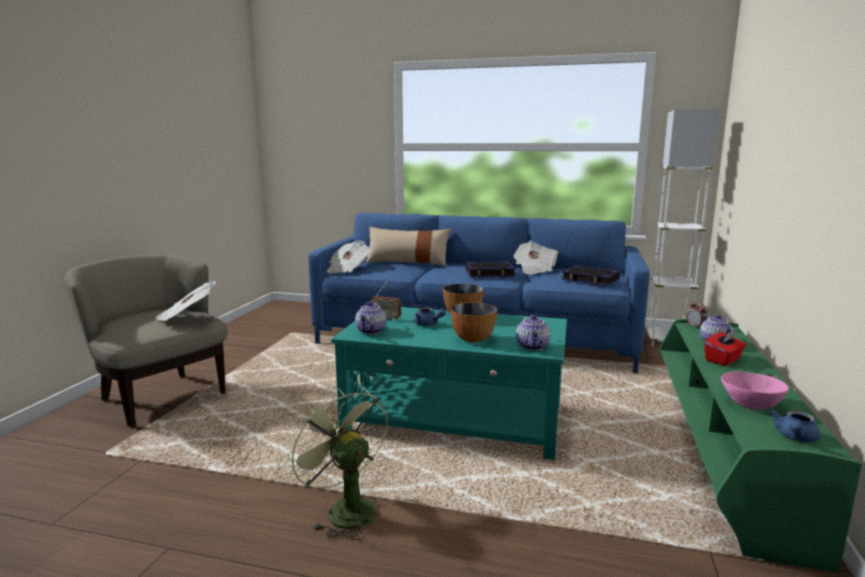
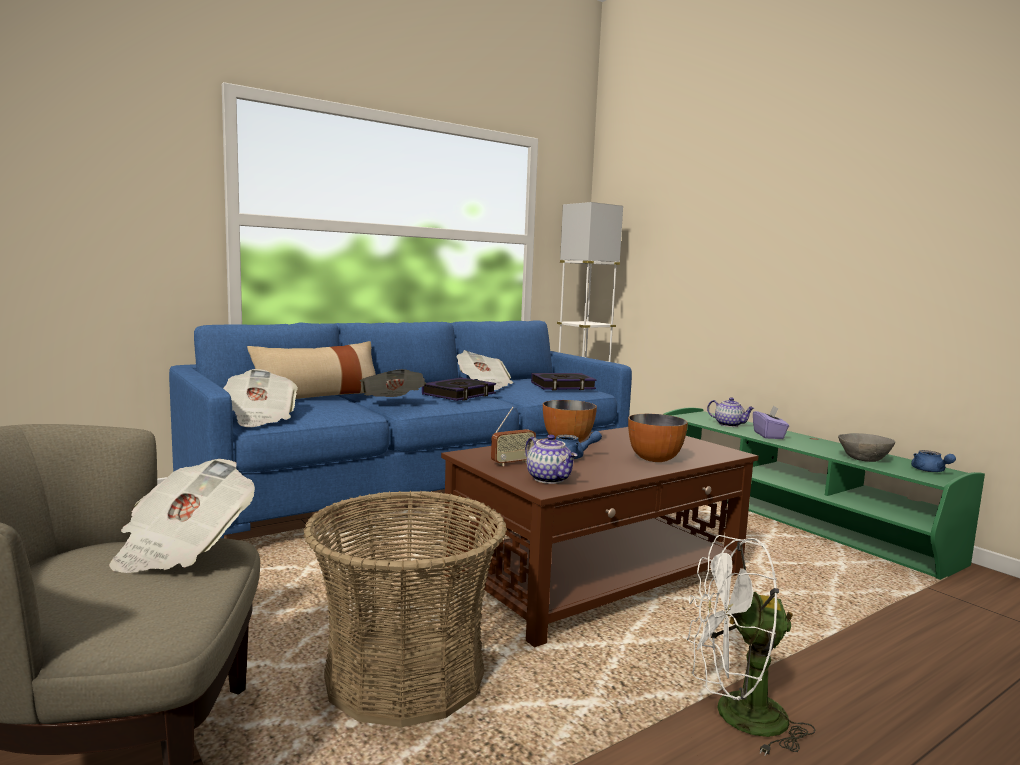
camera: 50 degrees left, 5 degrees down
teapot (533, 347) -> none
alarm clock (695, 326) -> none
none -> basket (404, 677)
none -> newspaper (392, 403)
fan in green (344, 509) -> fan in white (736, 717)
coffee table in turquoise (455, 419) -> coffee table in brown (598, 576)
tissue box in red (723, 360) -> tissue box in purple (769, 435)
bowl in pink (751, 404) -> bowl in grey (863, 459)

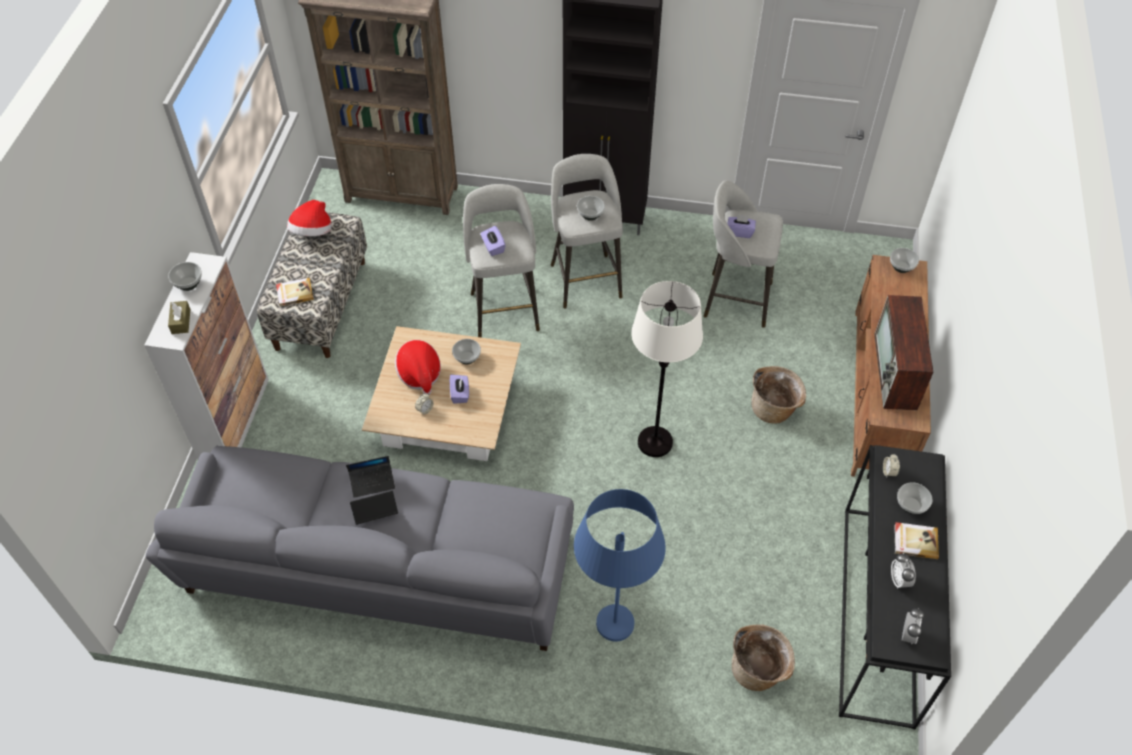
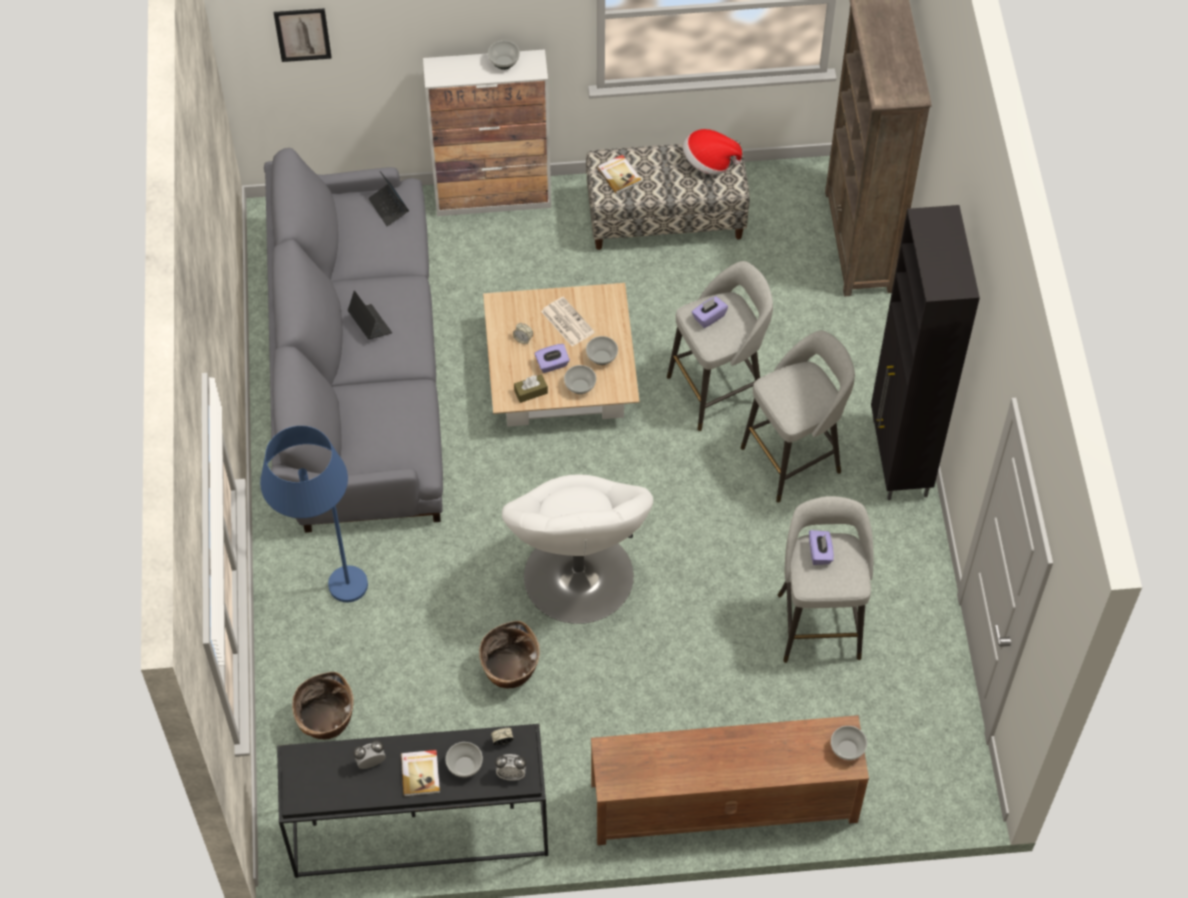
camera: 75 degrees right, 5 degrees up
television (896, 373) -> none
none -> picture (302, 34)
tissue box in brown (181, 321) -> tissue box in brown (531, 392), relocated
laptop (372, 482) -> laptop (389, 207), relocated
bowl (591, 215) -> bowl (580, 387), relocated
basket (774, 409) -> basket (510, 672), relocated
alarm clock (907, 634) -> alarm clock (511, 774), relocated
hat (419, 374) -> newspaper (566, 322)
floor lamp in white (655, 442) -> armchair in white (578, 578)

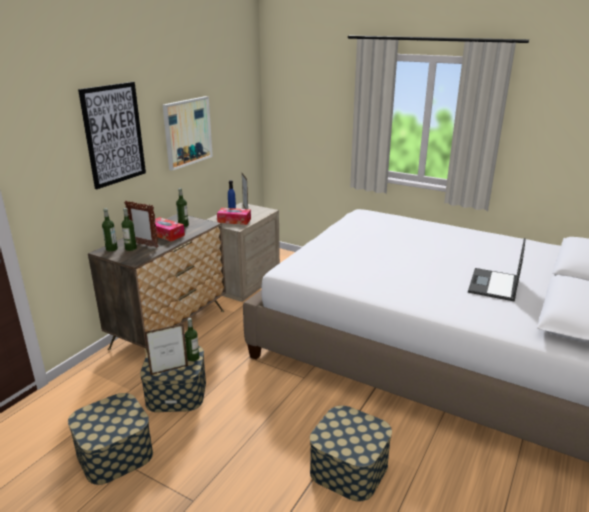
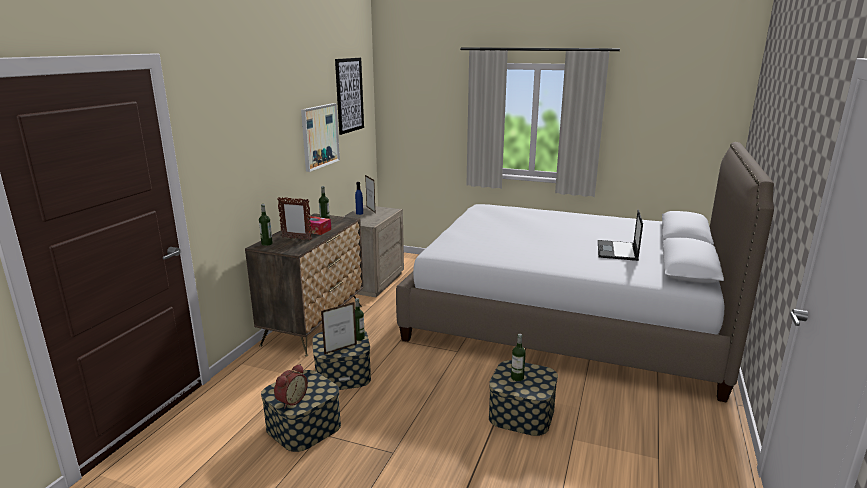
camera: 10 degrees left, 5 degrees down
tissue box (234, 220) -> none
none -> alarm clock (290, 400)
picture (114, 134) -> picture (349, 95), relocated
bottle (131, 248) -> bottle (517, 377), relocated

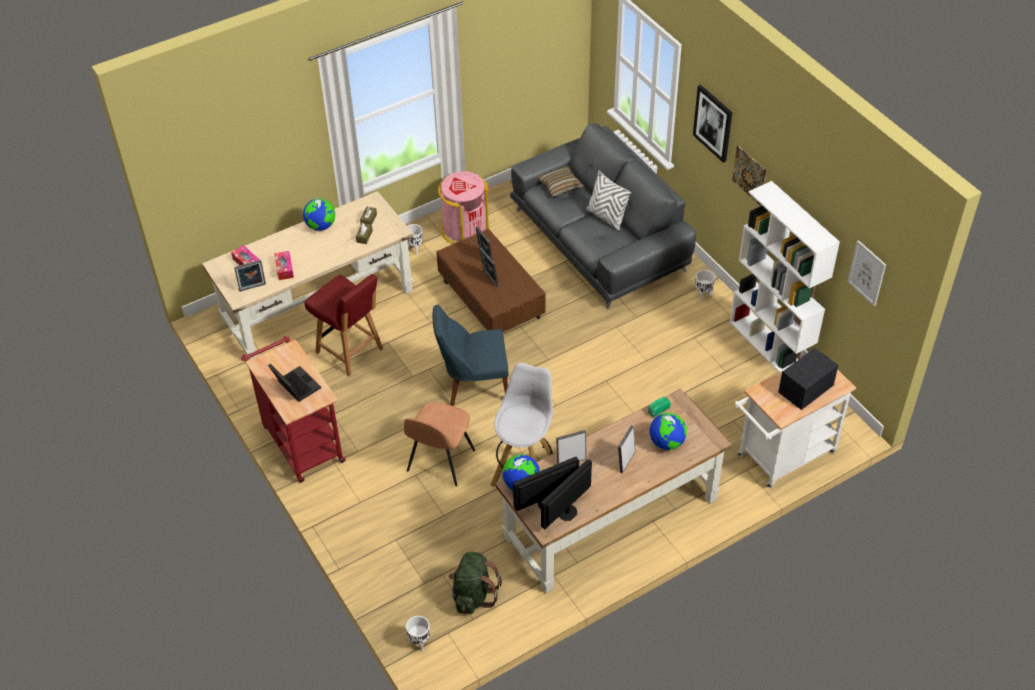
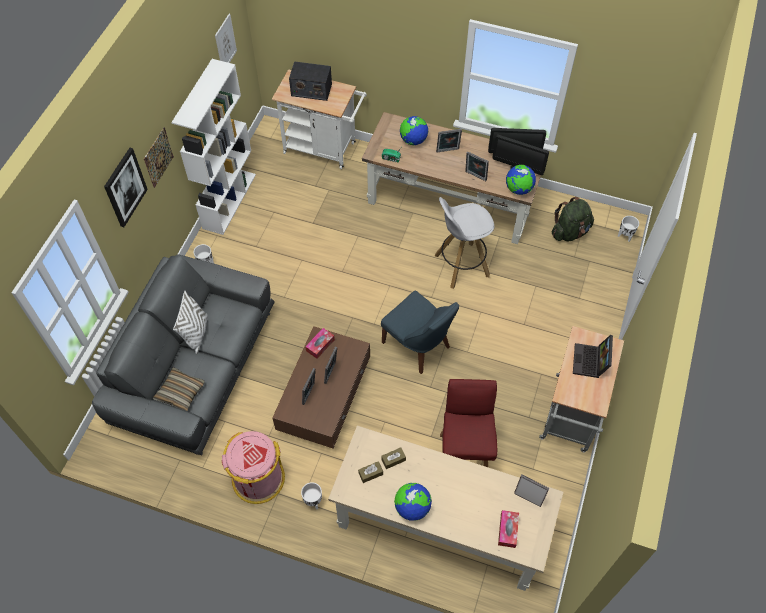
camera: 130 degrees left, 10 degrees up
chair in brown (440, 462) -> none
tissue box (284, 268) -> tissue box (320, 345), relocated
cart in red (300, 440) -> cart in grey (570, 418)

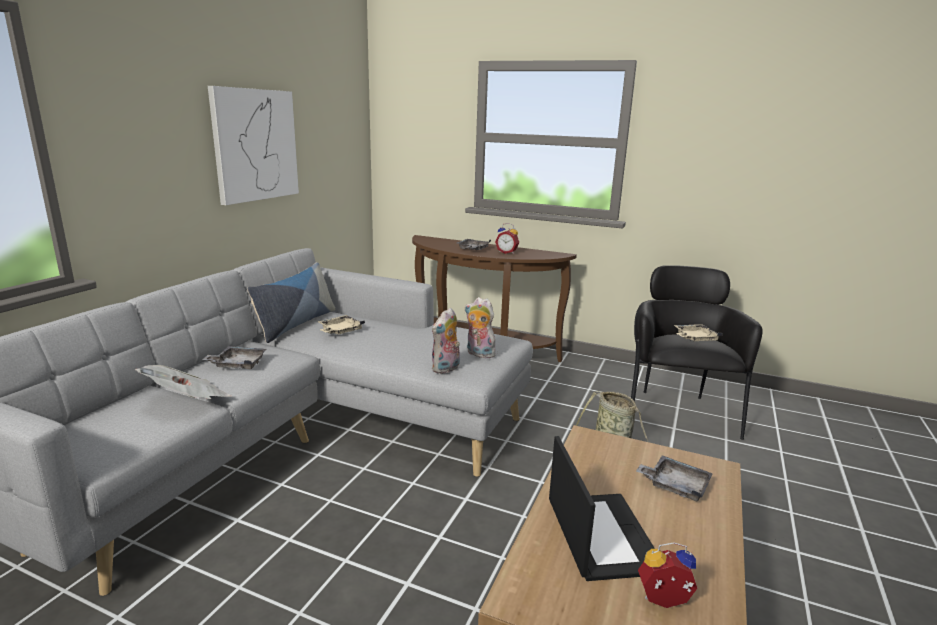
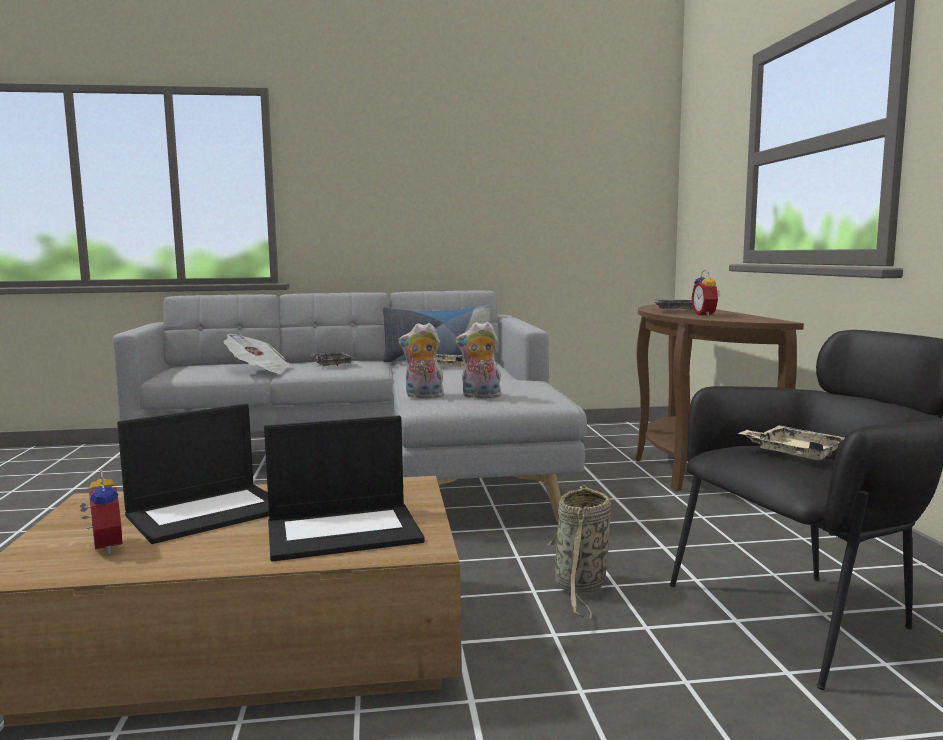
camera: 60 degrees right, 10 degrees down
picture (255, 145) -> none
tray in grey (675, 485) -> laptop (345, 531)
plush toy (478, 354) -> plush toy (480, 396), 90 degrees counterclockwise

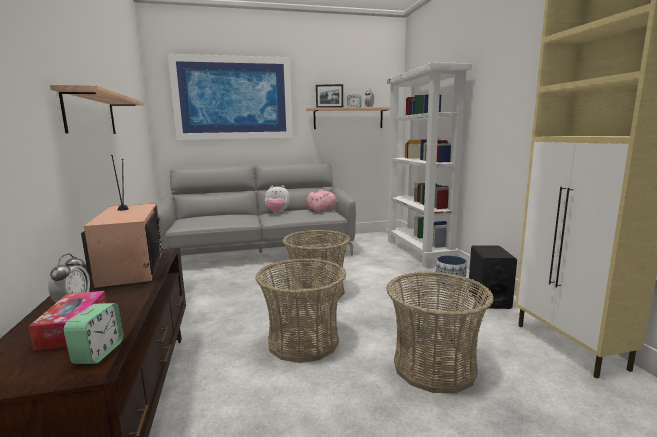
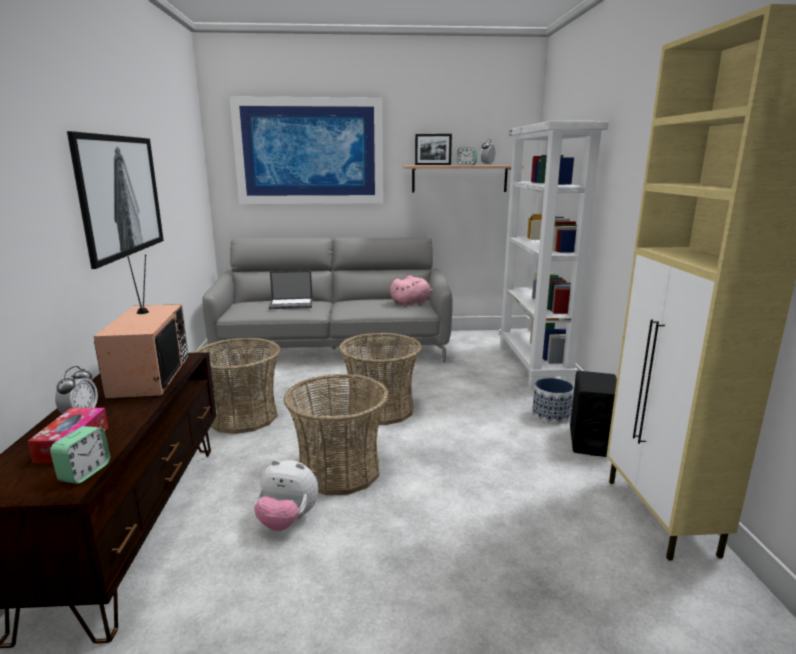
camera: 10 degrees right, 5 degrees up
none -> laptop (292, 304)
plush toy (277, 213) -> plush toy (287, 521), relocated
basket (434, 367) -> basket (243, 417), relocated
shelf (91, 114) -> picture (121, 196)

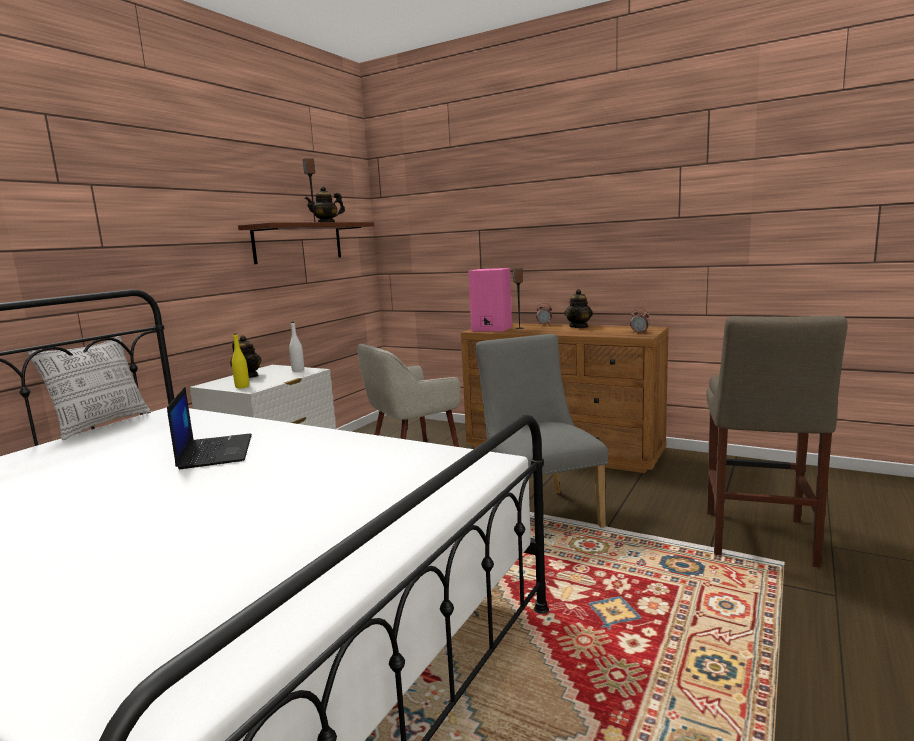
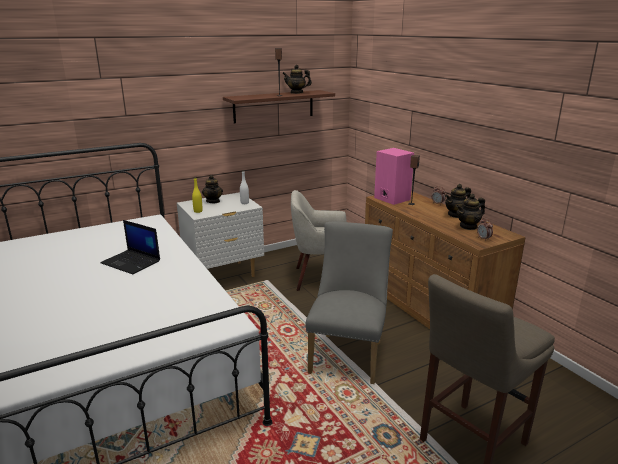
camera: 30 degrees right, 10 degrees up
pillow (102, 425) -> none
none -> teapot (468, 226)
laptop (215, 451) -> laptop (132, 262), 105 degrees clockwise

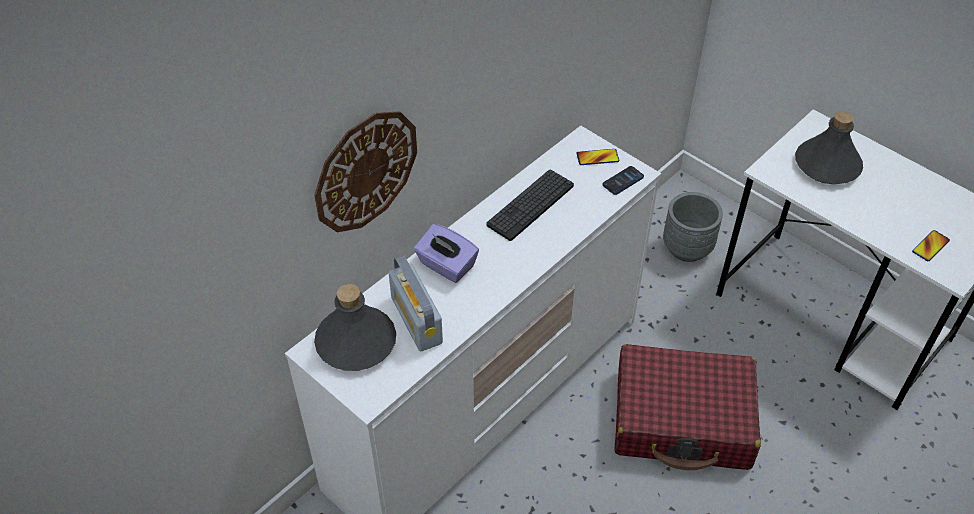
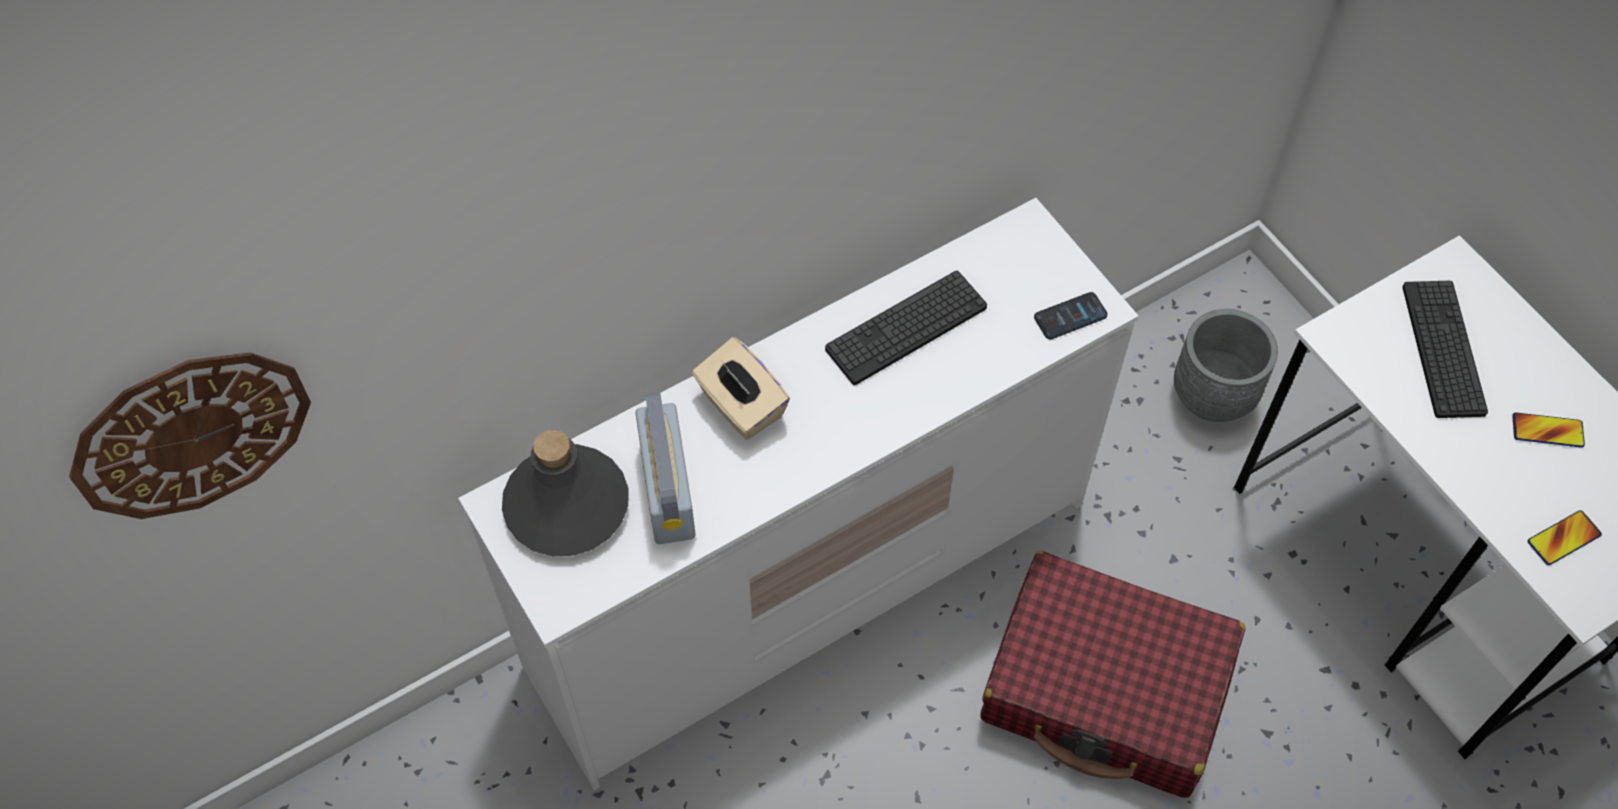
camera: 15 degrees right, 10 degrees up
wall clock (365, 171) -> wall clock (192, 434), relocated
phone (597, 158) -> phone (1547, 431), relocated
bottle in grey (827, 166) -> keyboard (1443, 349)
tissue box in purple (446, 265) -> tissue box in beige (741, 406)

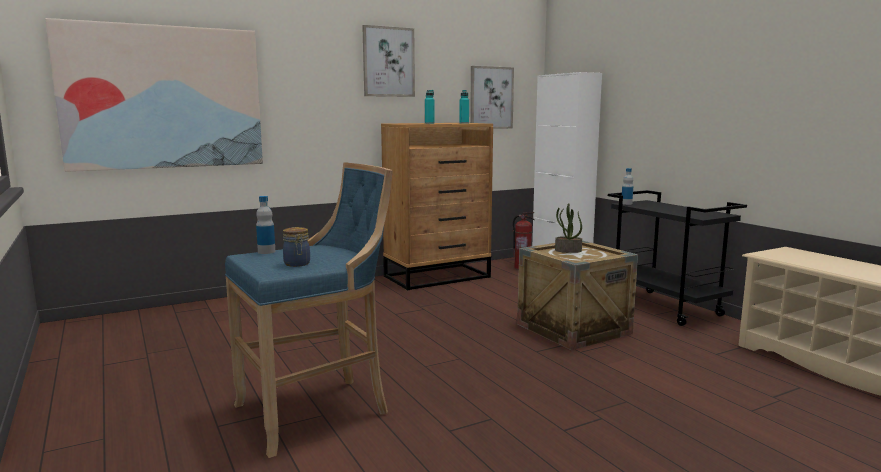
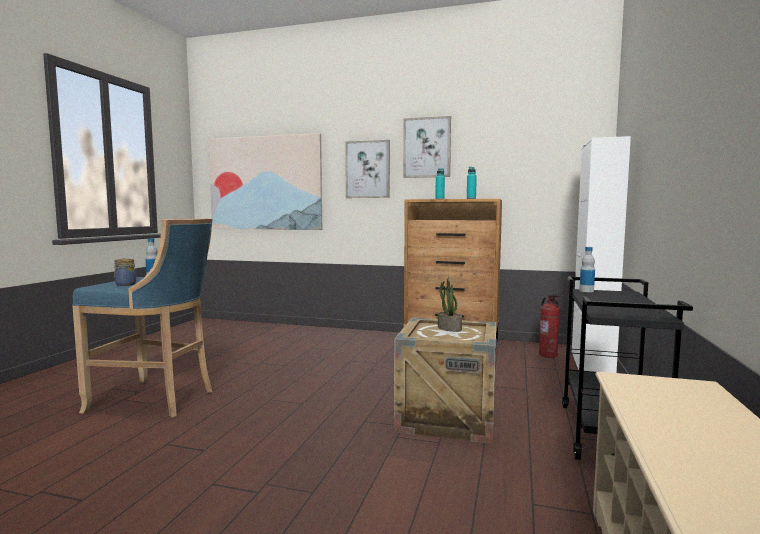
camera: 45 degrees right, 5 degrees down
picture (491, 98) -> picture (367, 169), relocated

